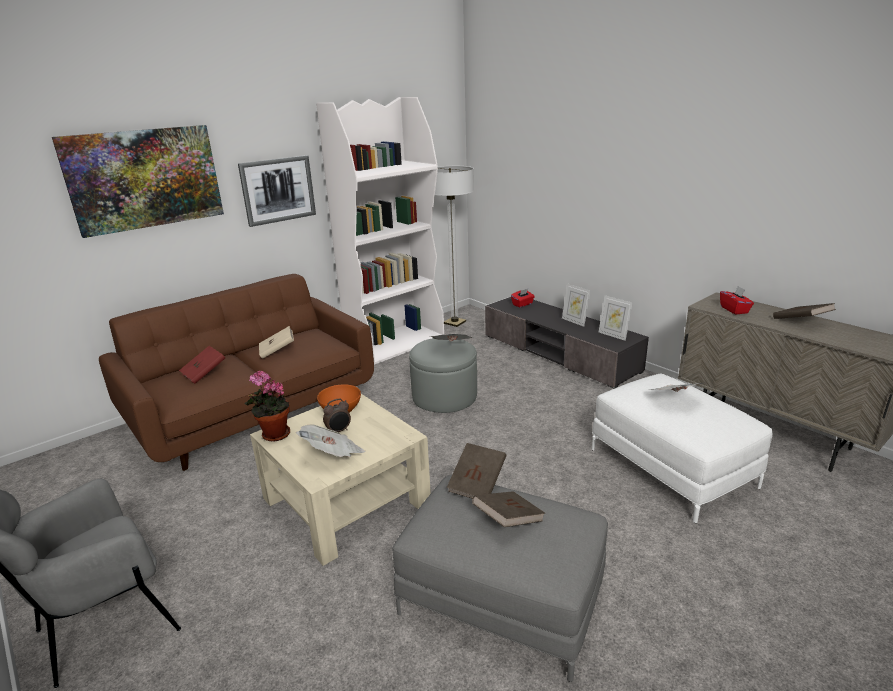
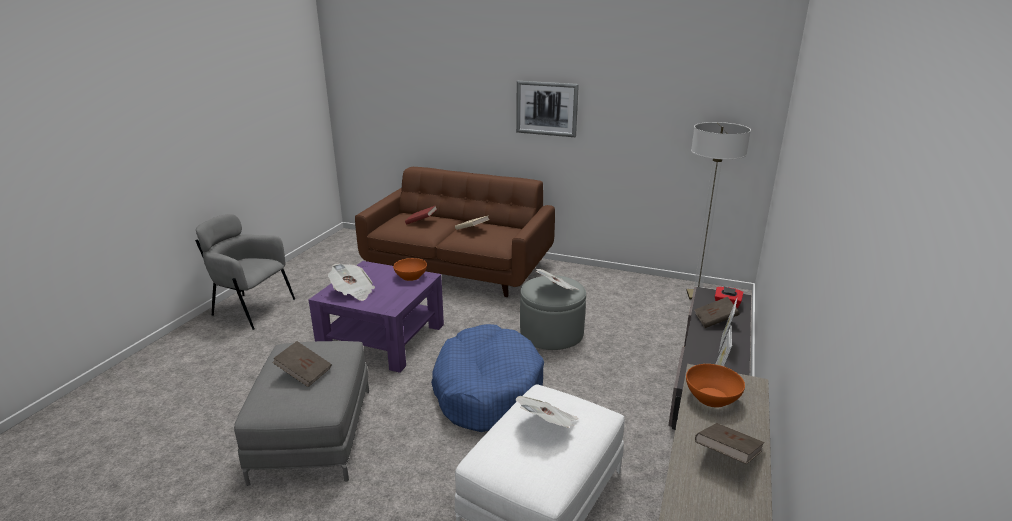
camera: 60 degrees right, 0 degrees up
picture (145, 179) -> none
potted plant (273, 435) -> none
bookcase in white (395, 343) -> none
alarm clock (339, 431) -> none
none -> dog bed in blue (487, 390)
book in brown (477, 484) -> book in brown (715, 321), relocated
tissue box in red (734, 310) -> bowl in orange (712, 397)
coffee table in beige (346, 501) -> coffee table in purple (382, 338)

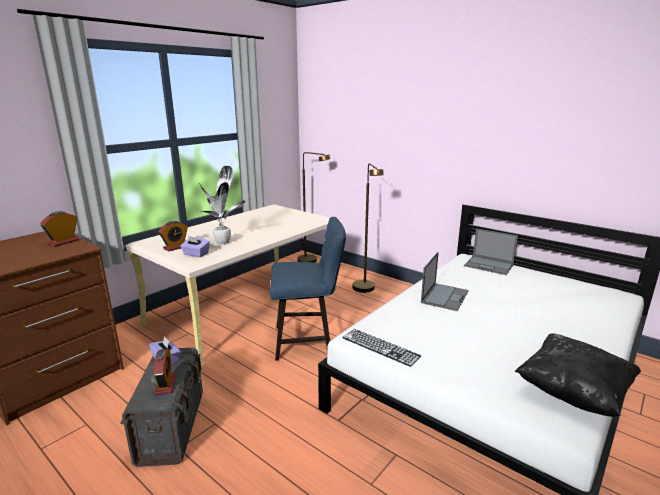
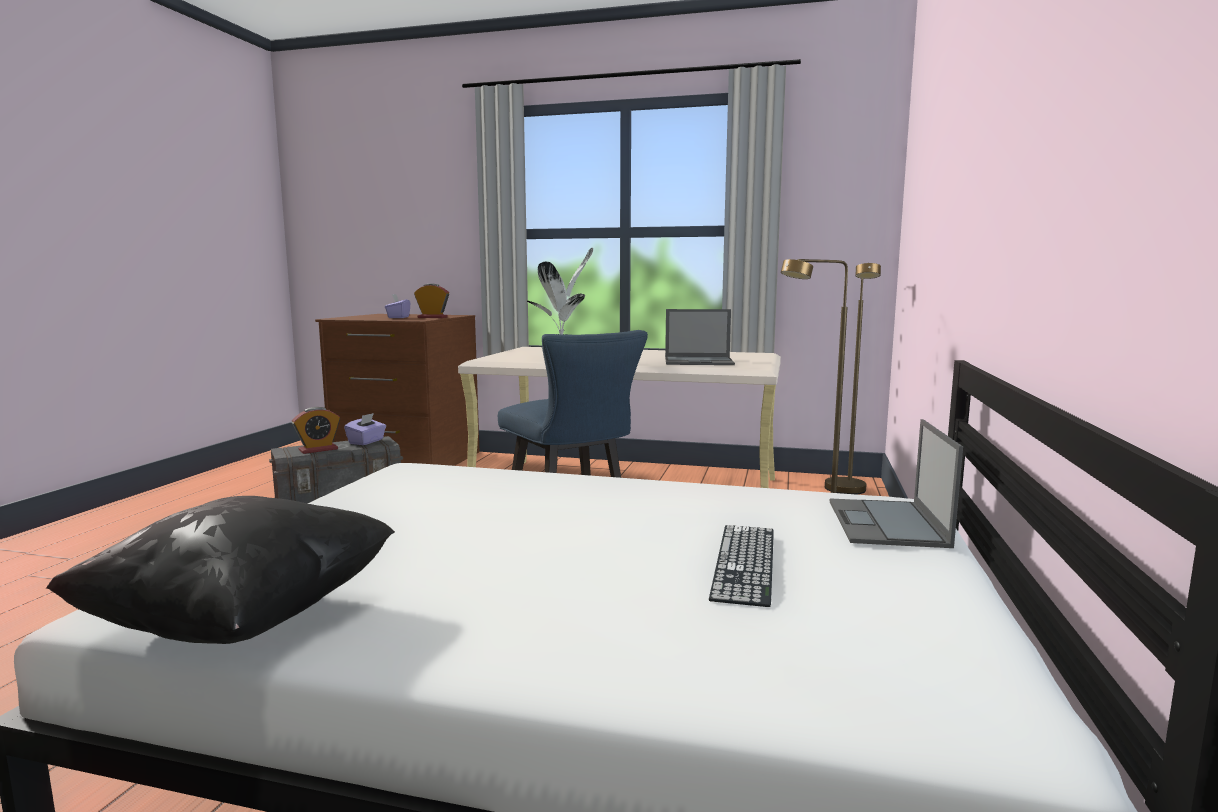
camera: 65 degrees right, 10 degrees down
alarm clock (175, 247) -> none
tissue box in purple (196, 254) -> tissue box in purple (398, 317), relocated
keyboard (380, 347) -> keyboard (744, 562), relocated
laptop (444, 296) -> laptop (699, 362), relocated

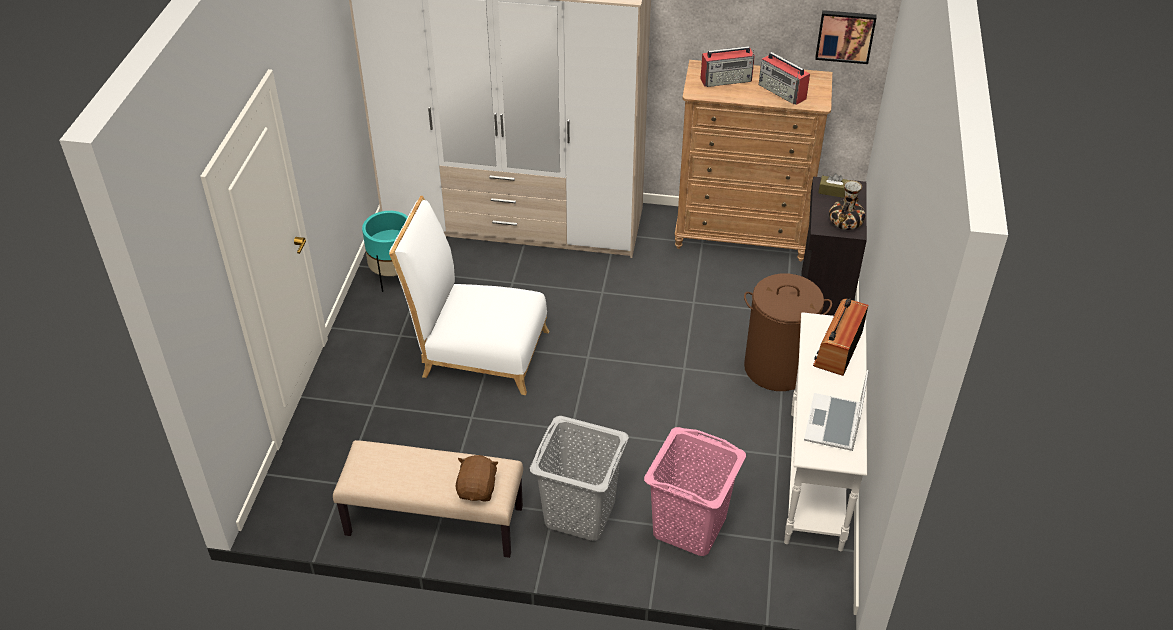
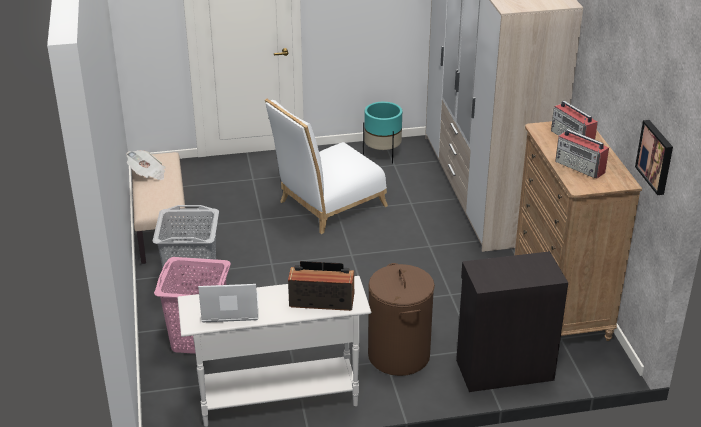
camera: 70 degrees right, 10 degrees down
plush toy in brown (477, 489) -> none
tissue box in brown (833, 191) -> none
vase (846, 222) -> none
none -> newspaper (148, 174)
chair in white (477, 351) -> chair in white (327, 206), 120 degrees counterclockwise
radio (782, 92) -> radio (580, 167), 75 degrees counterclockwise

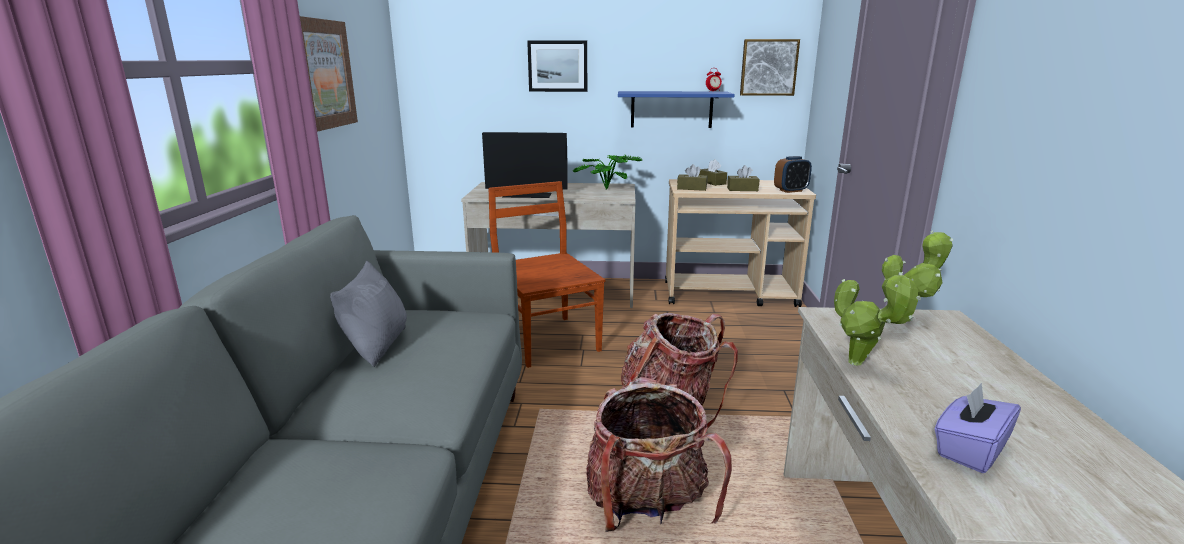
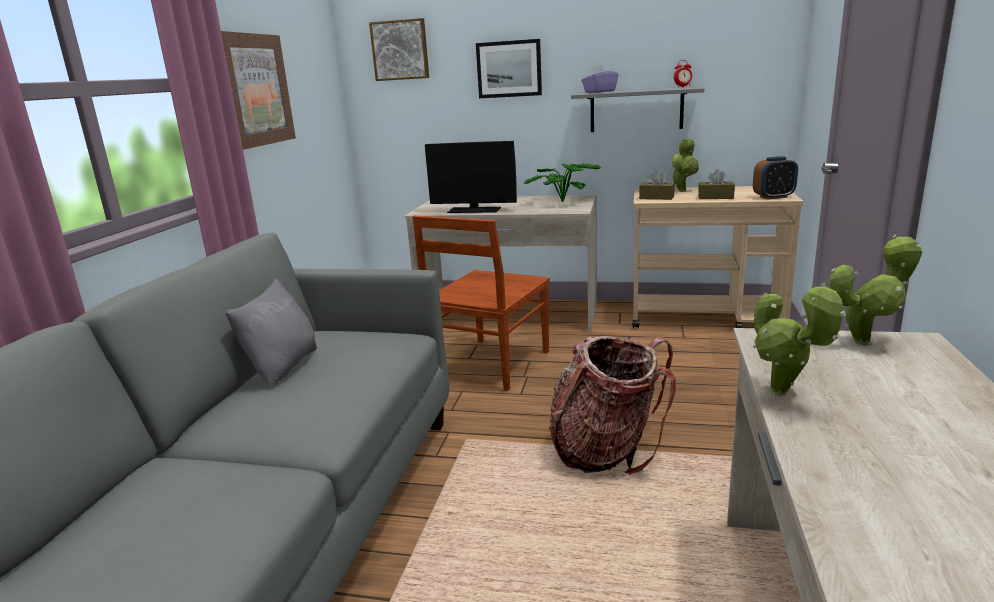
camera: 10 degrees right, 0 degrees up
backpack (646, 507) -> none
picture (768, 67) -> picture (400, 50), relocated
tissue box in purple (969, 450) -> tissue box in purple (599, 92), relocated
tissue box in brown (712, 182) -> potted plant (683, 190)
shelf in blue (671, 109) -> shelf in grey (636, 110)
chair in brown (547, 339) -> chair in brown (490, 365), 135 degrees counterclockwise

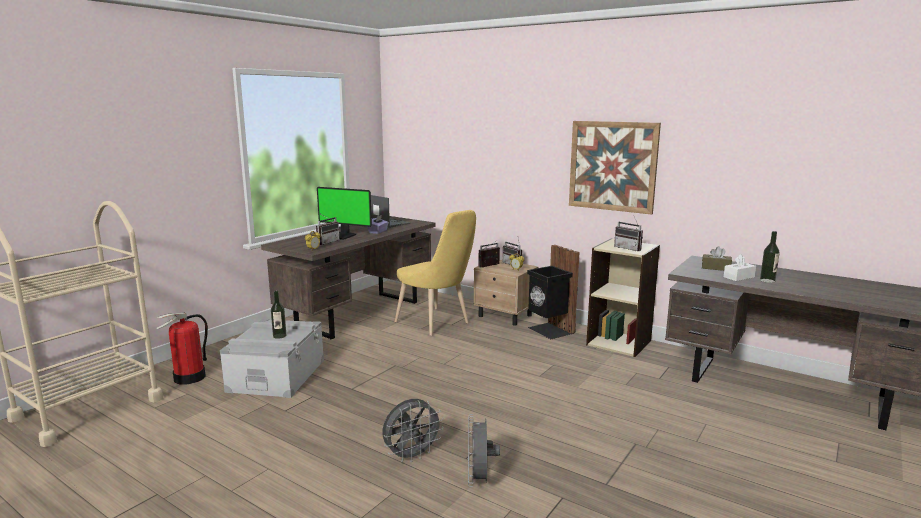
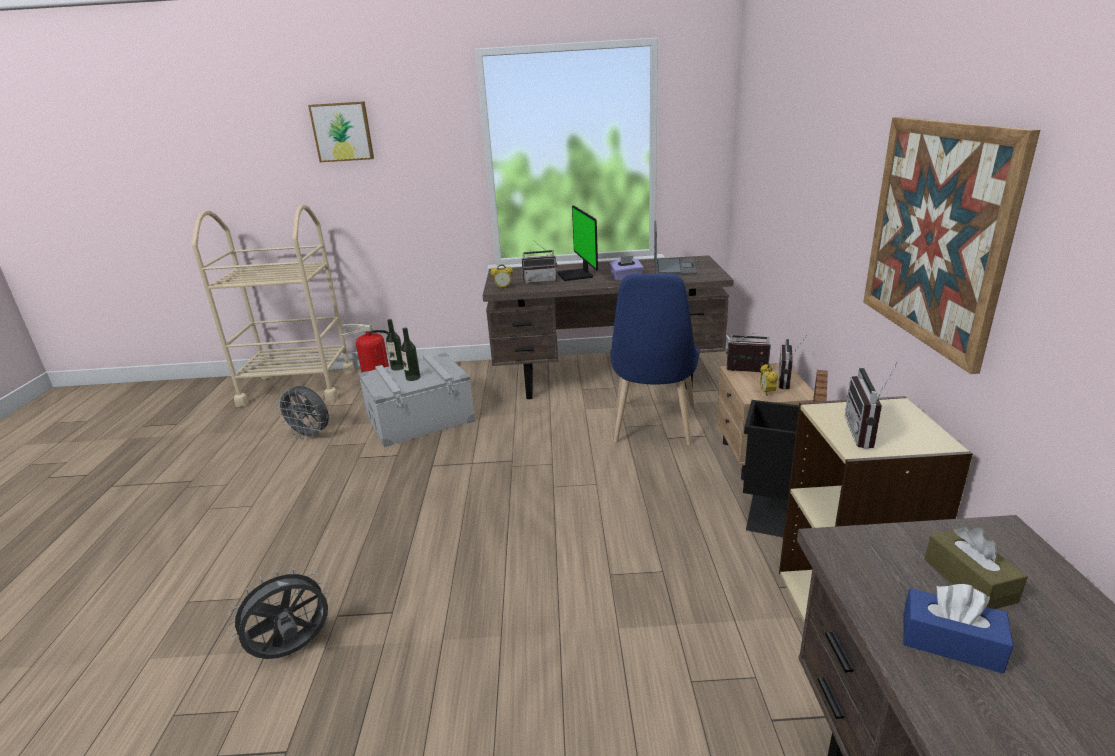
camera: 55 degrees right, 10 degrees up
none -> picture (342, 132)
fan in grey (412, 456) -> fan in grey (311, 435), relocated
bottle (767, 280) -> bottle (398, 367), relocated
chair in yellow (436, 324) -> chair in blue (653, 428)
tissue box in white (739, 277) -> tissue box in blue (950, 642)

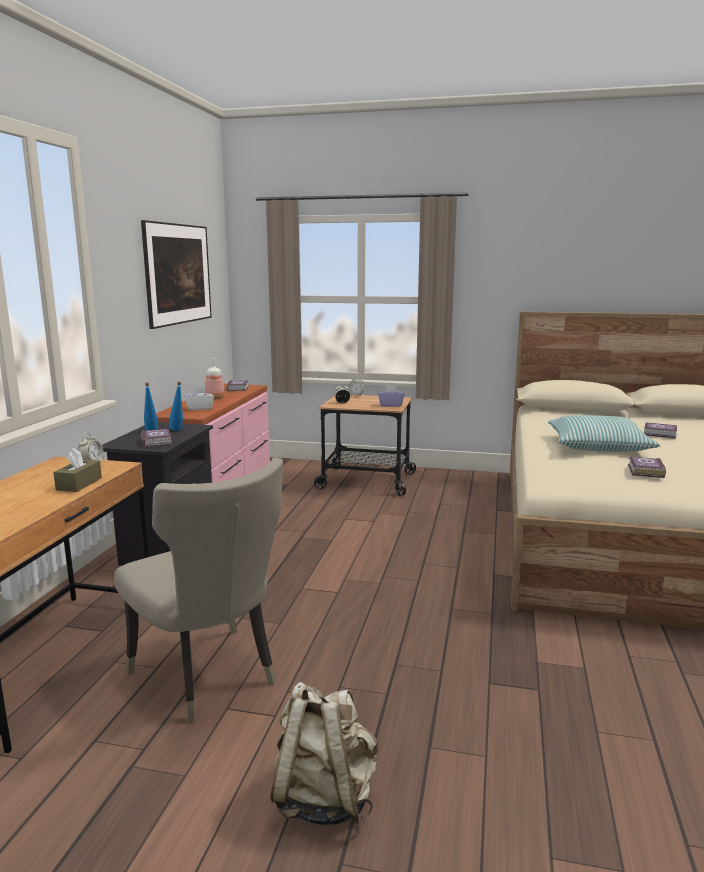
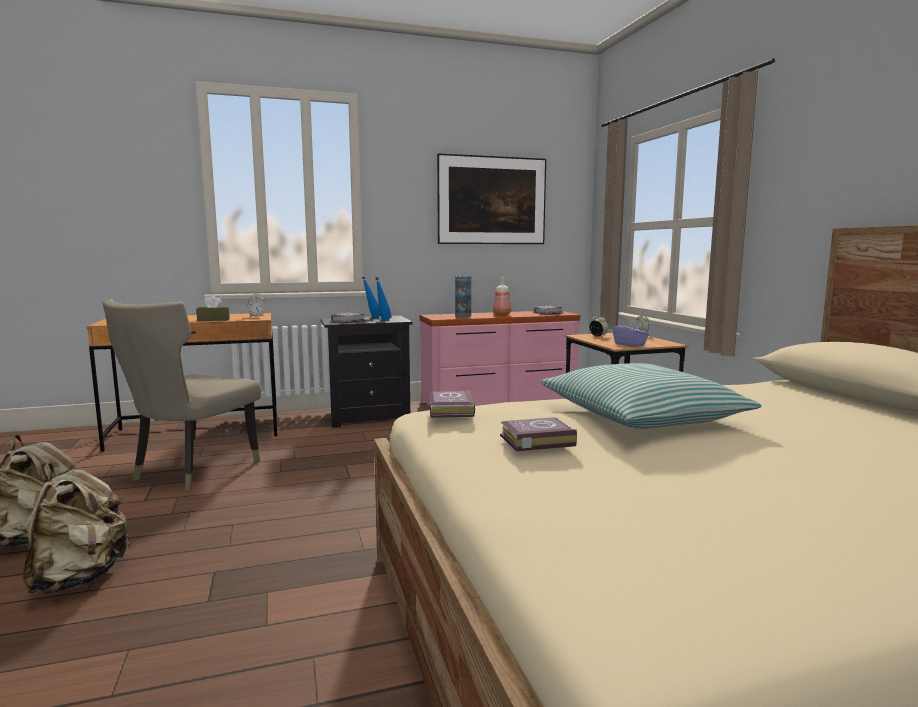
camera: 60 degrees right, 5 degrees down
none -> backpack in beige (79, 578)
book (660, 434) -> book (450, 410), relocated
tissue box in white (200, 408) -> vase (463, 316)

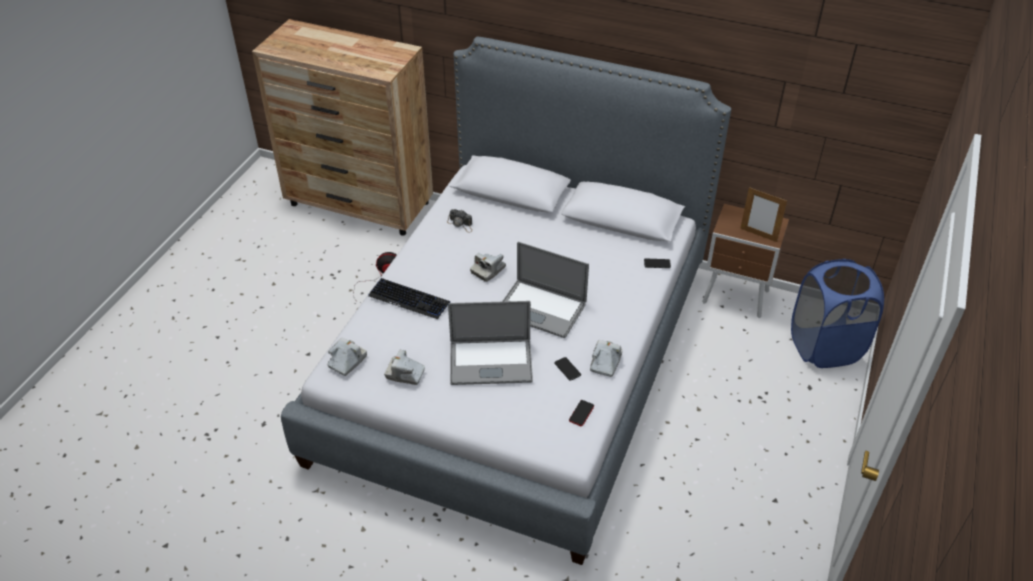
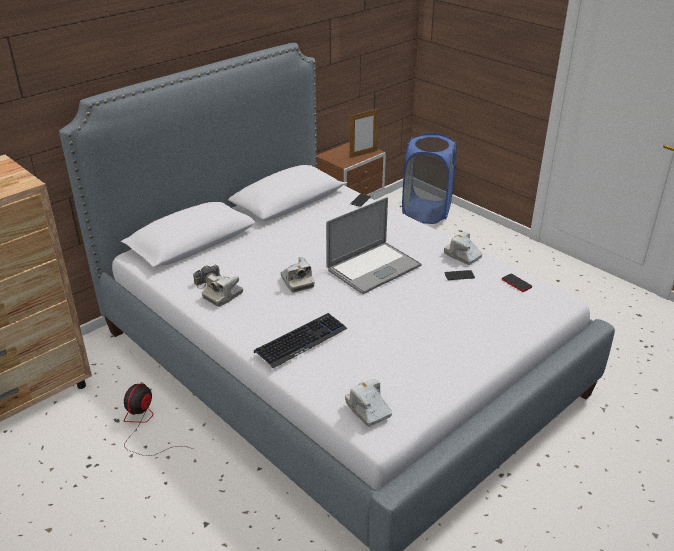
camera: 65 degrees left, 10 degrees down
laptop (490, 362) -> none
photo camera (405, 374) -> photo camera (223, 296), relocated

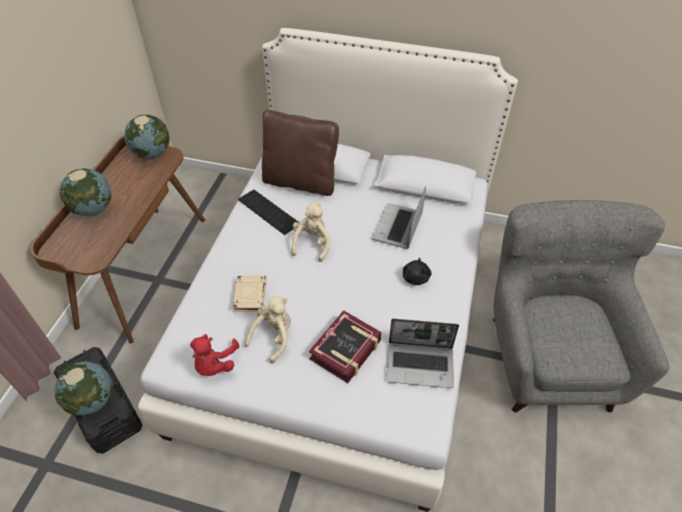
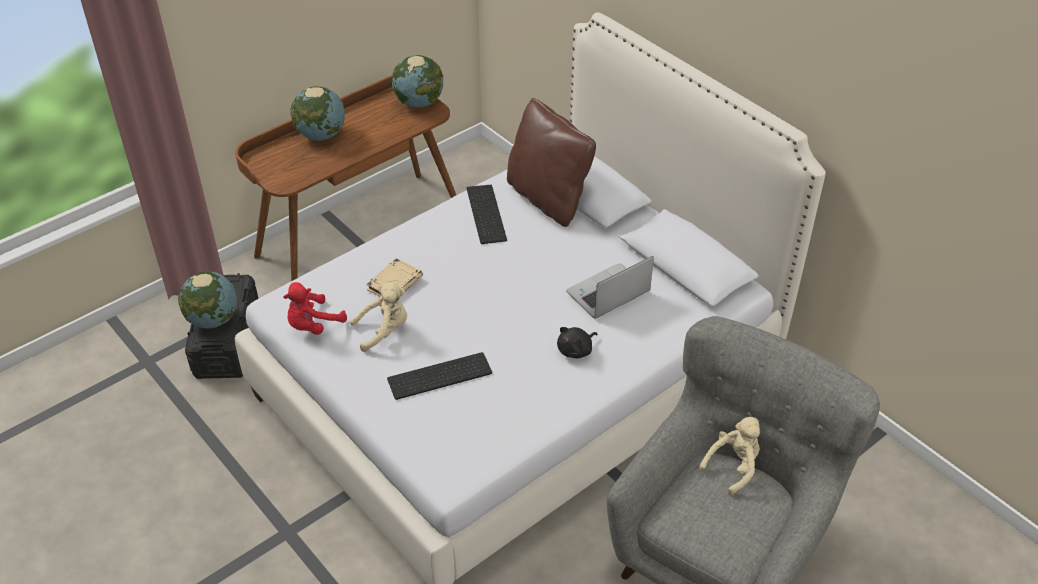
camera: 35 degrees right, 5 degrees down
laptop (420, 364) -> none
plush toy in beige (312, 244) -> plush toy in beige (733, 466), relocated
book (346, 350) -> keyboard (439, 377)

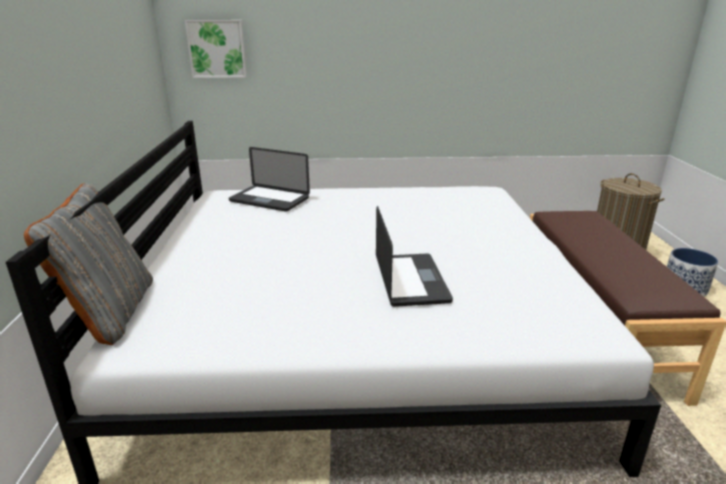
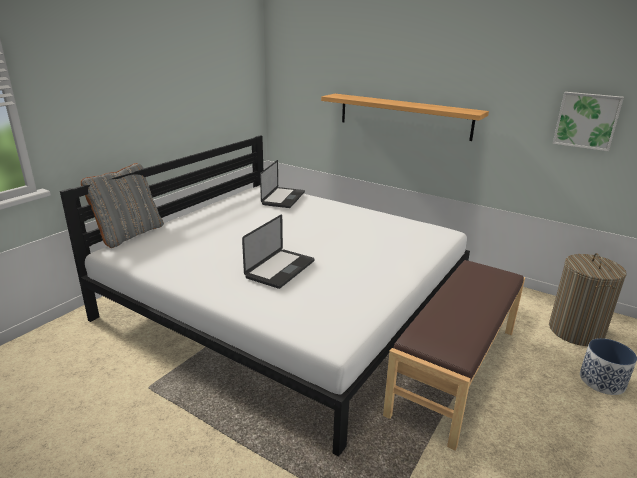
camera: 35 degrees right, 0 degrees up
none -> shelf (404, 116)
picture (217, 49) -> picture (587, 120), relocated
laptop (269, 200) -> laptop (283, 198), 135 degrees counterclockwise

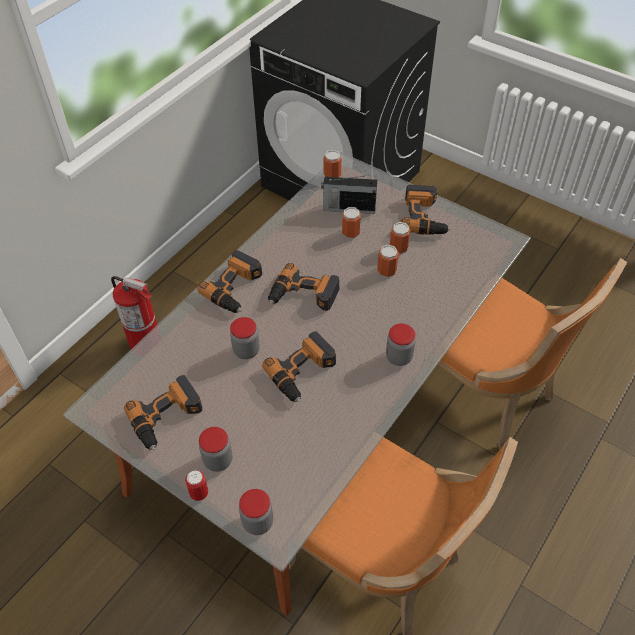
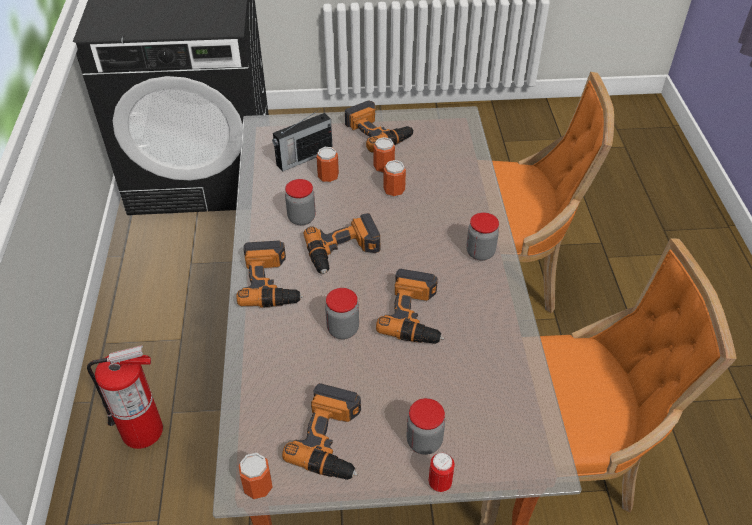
camera: 40 degrees left, 5 degrees down
jar (257, 522) -> jar (301, 218), relocated
can (332, 175) -> can (258, 486), relocated

